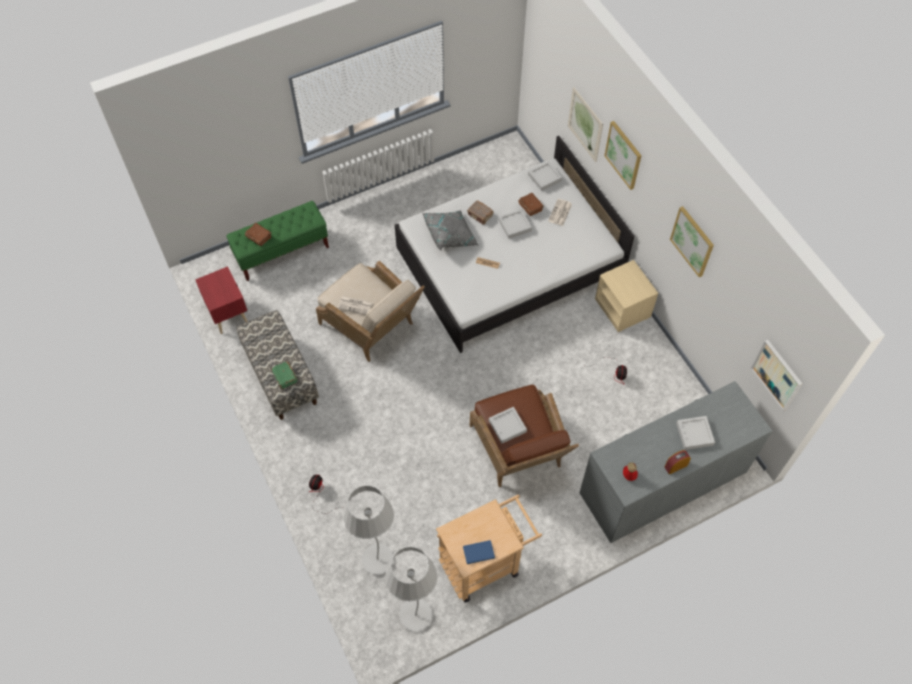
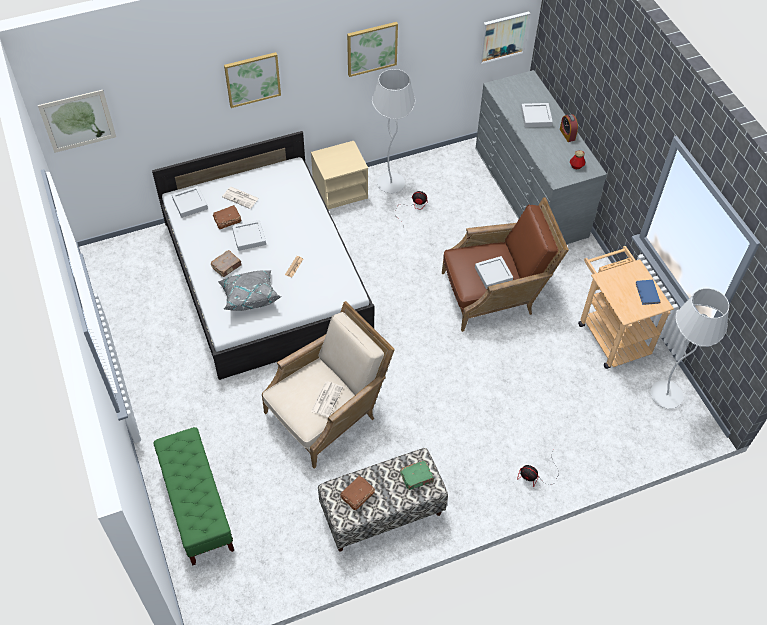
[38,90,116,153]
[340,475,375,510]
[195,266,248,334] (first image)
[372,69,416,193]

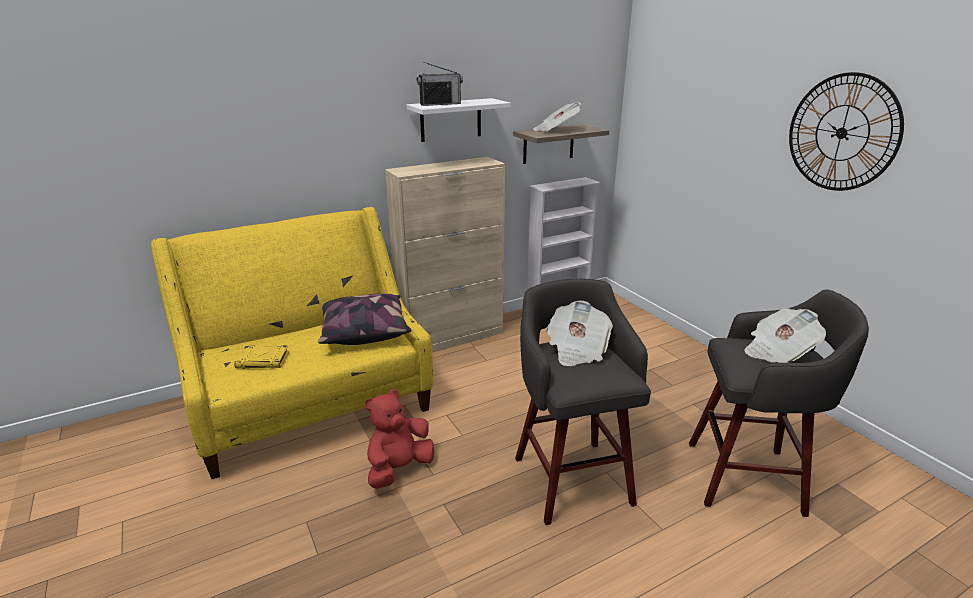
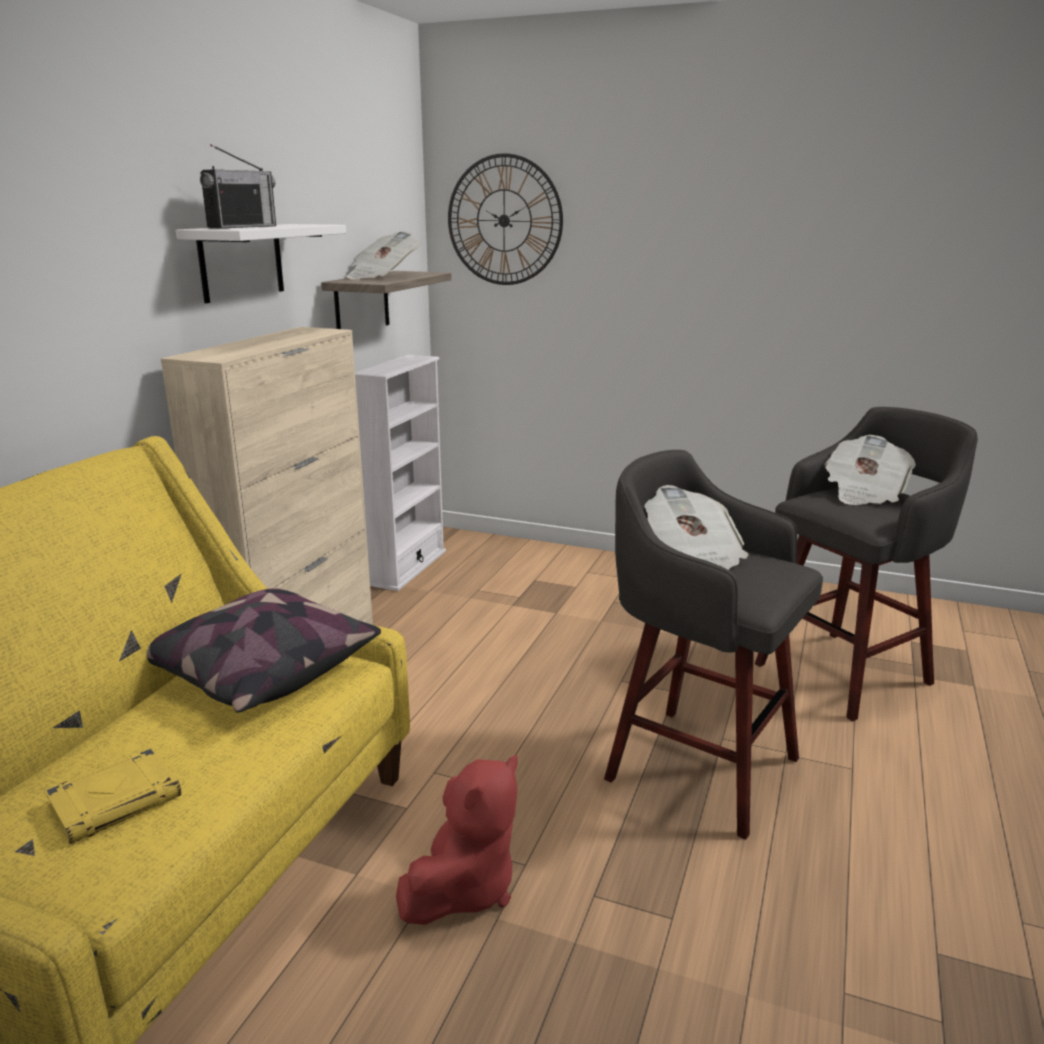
[448,153,563,285]
[396,755,518,925]

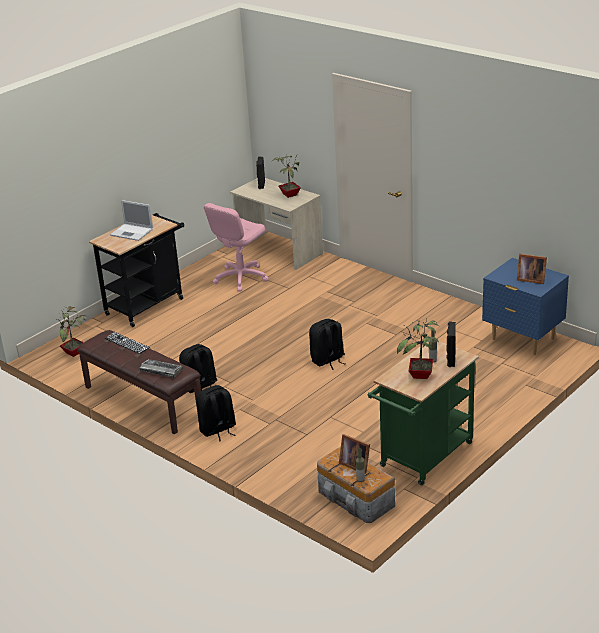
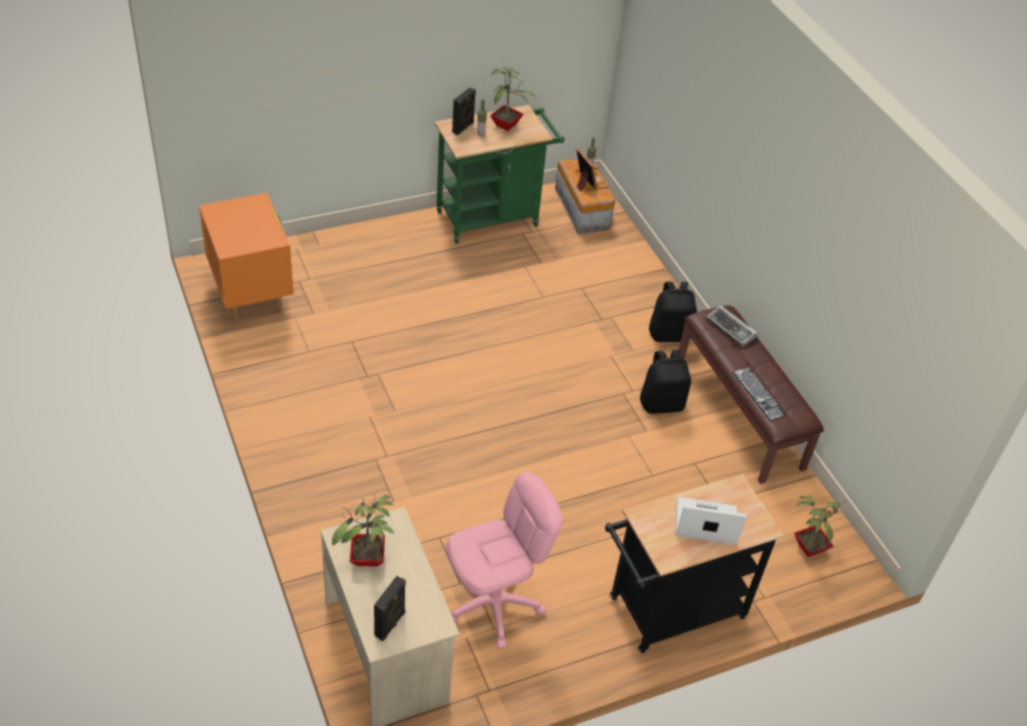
[675,497,747,545]
[517,254,547,284] (first image)
[199,193,294,324]
[309,319,346,370] (first image)

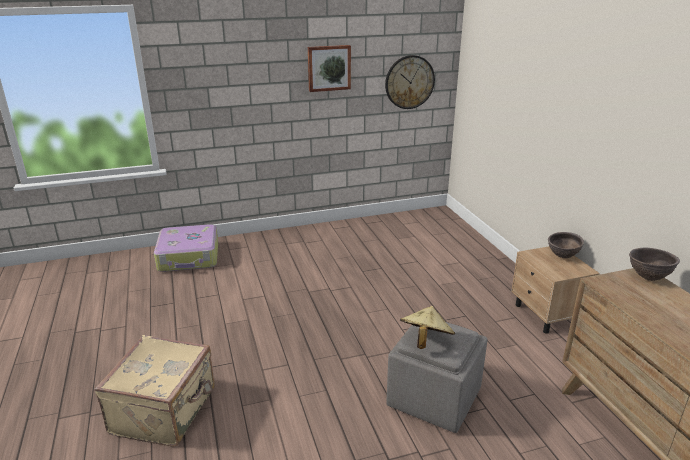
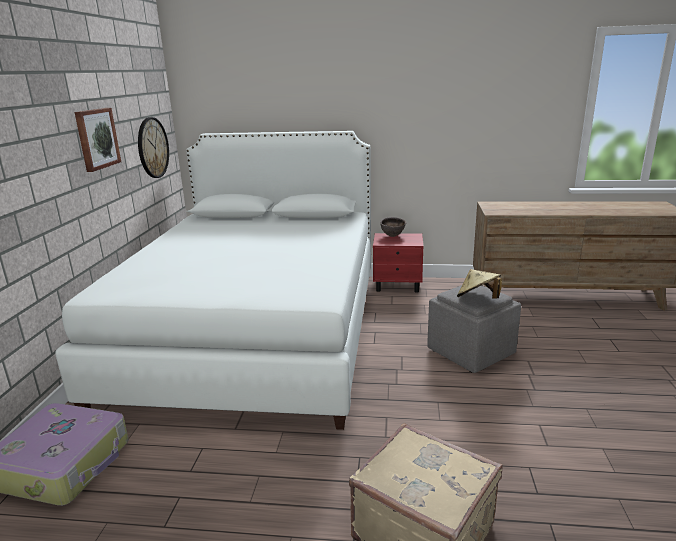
[373,233,424,293]
[629,248,680,281] (first image)
[55,131,371,430]

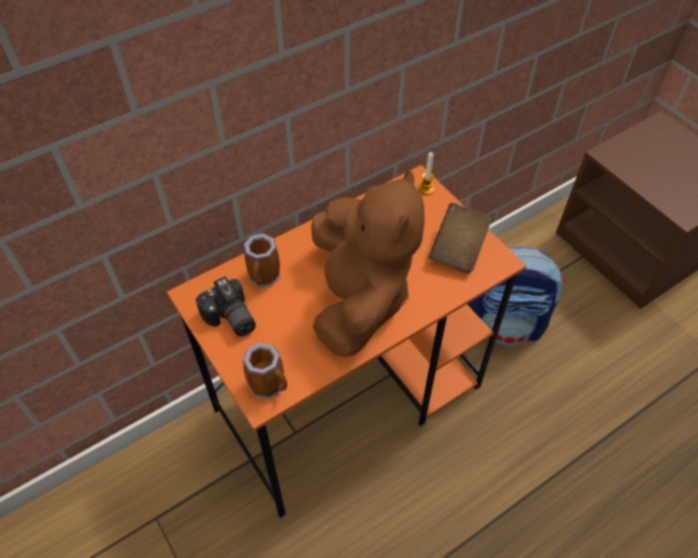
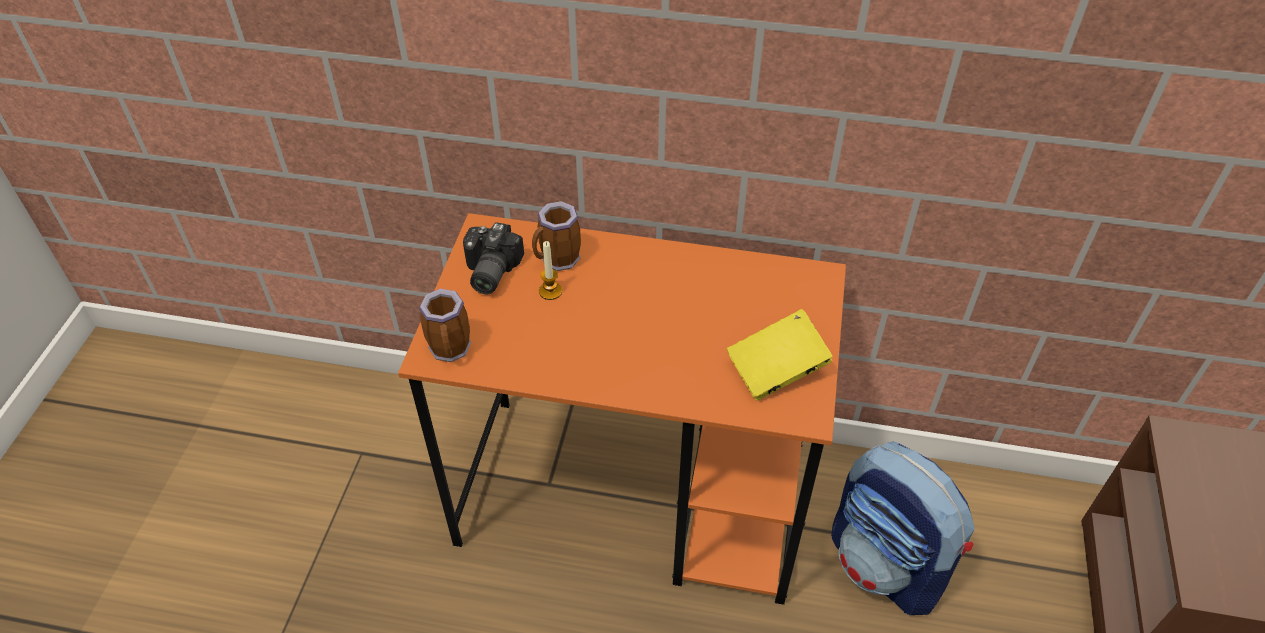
[539,241,562,300]
[311,168,424,357] (first image)
[727,309,833,400]

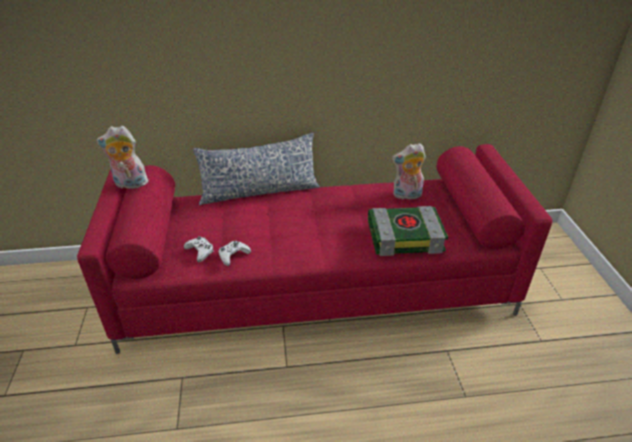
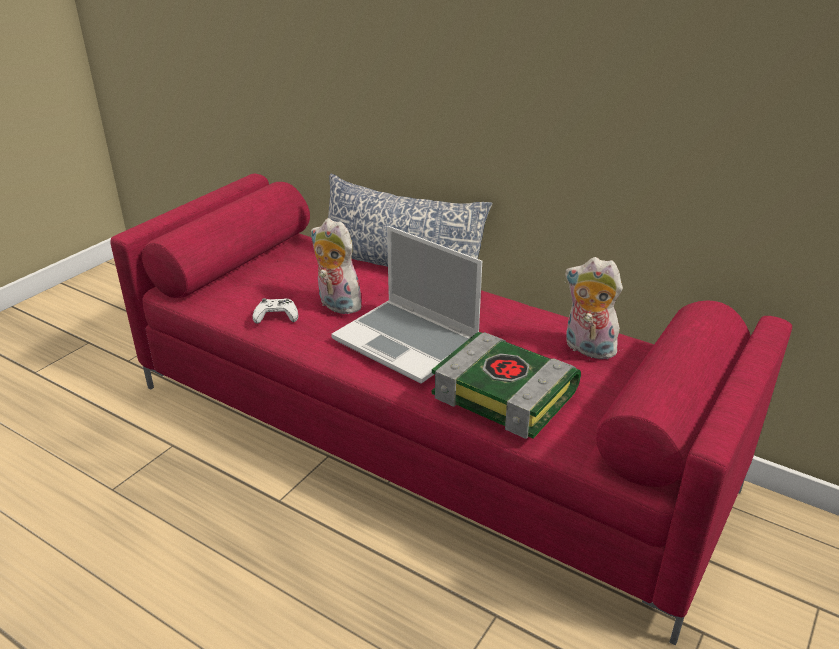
[311,218,367,314]
[184,236,214,262] (first image)
[331,226,482,384]

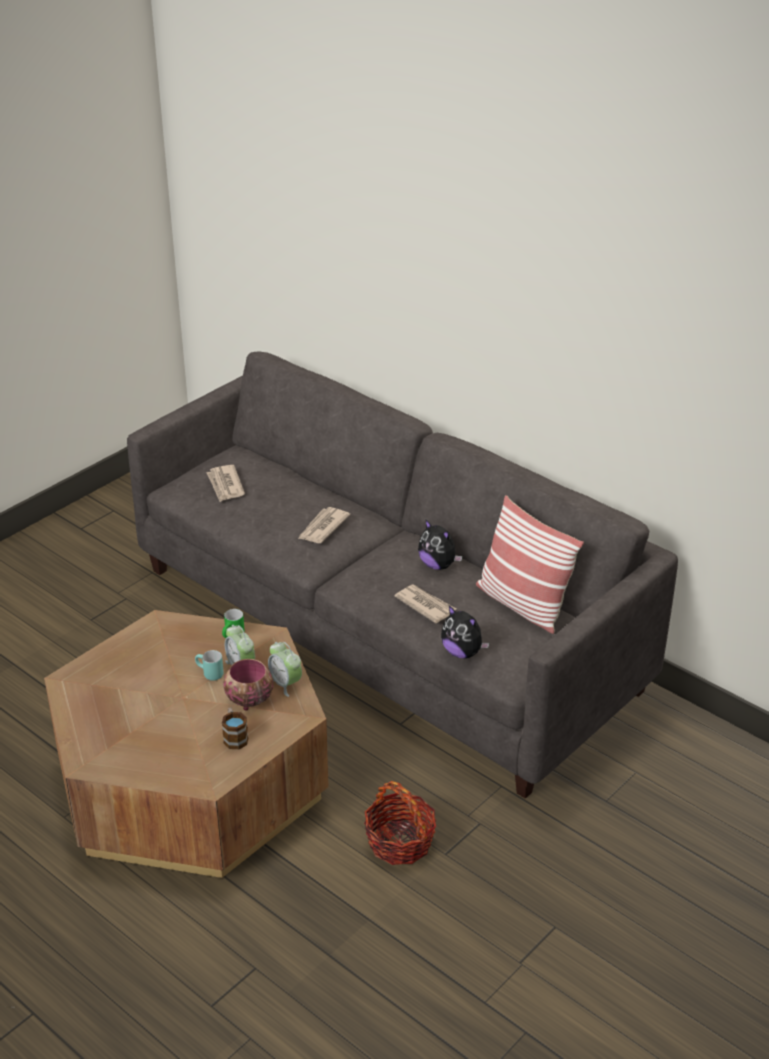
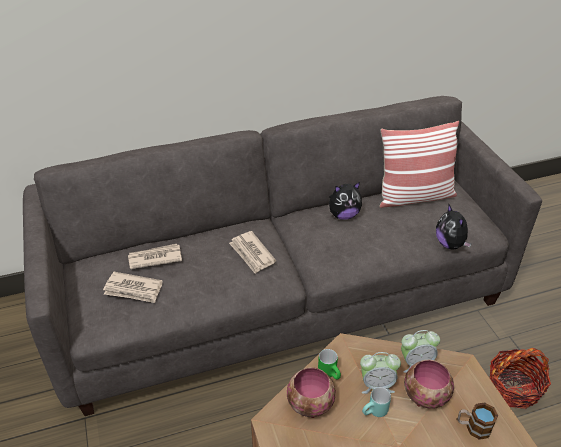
[128,244,182,269]
[436,204,471,250]
[287,367,336,418]

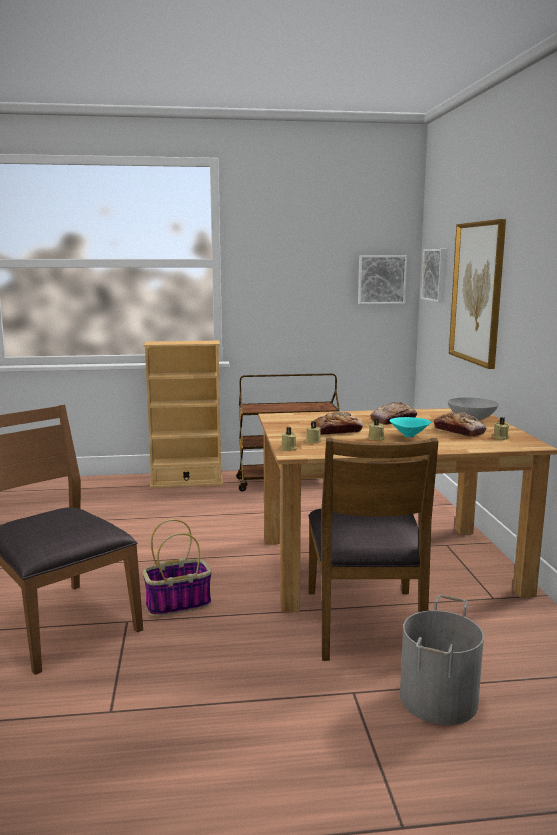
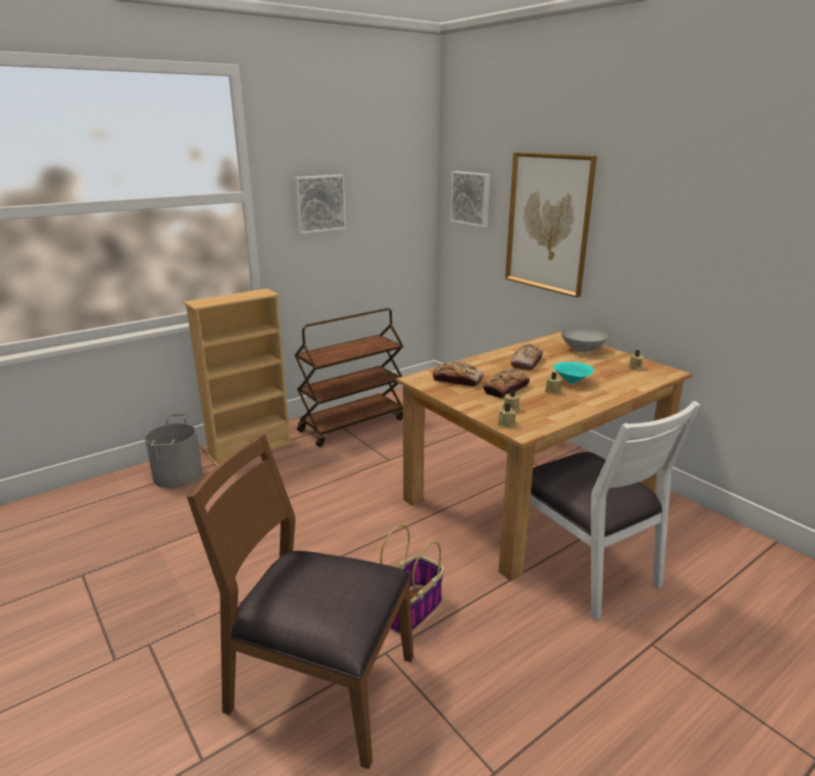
[293,175,346,234]
[432,362,484,387]
[530,401,700,621]
[145,414,203,488]

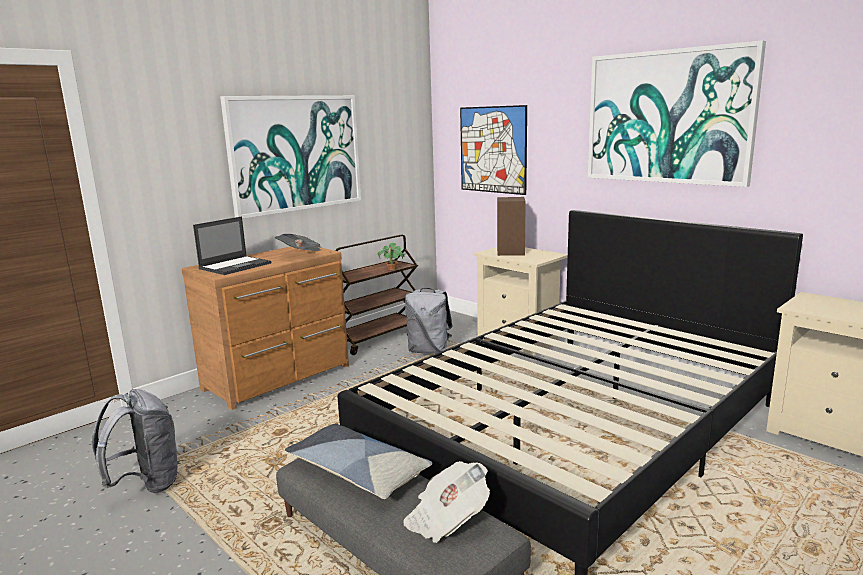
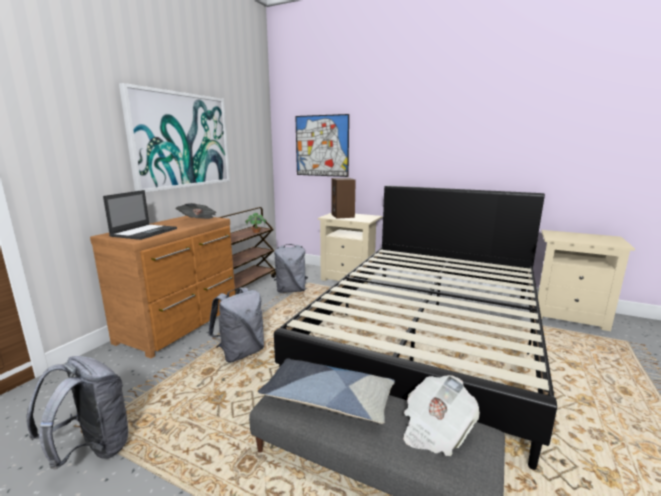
[588,40,766,187] (first image)
[208,288,264,363]

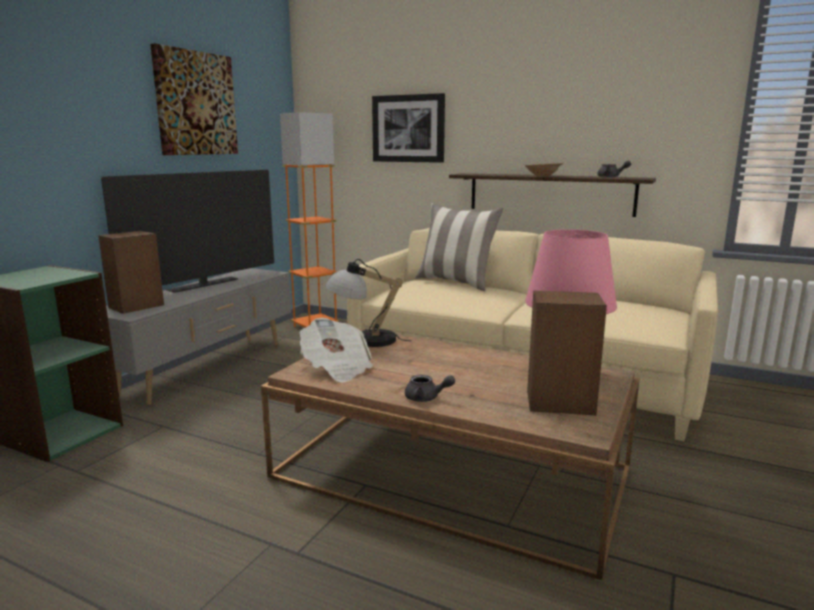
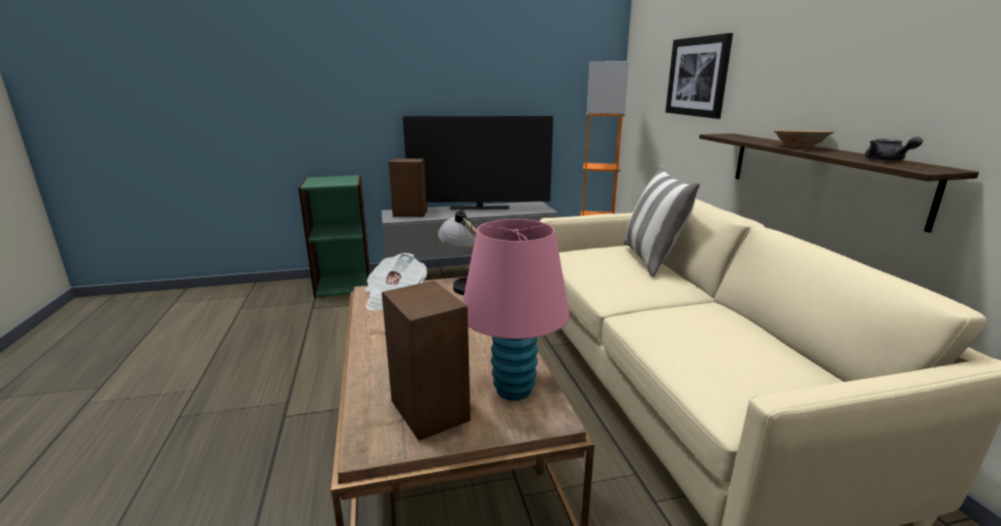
[150,43,238,155] (first image)
[405,375,455,402] (first image)

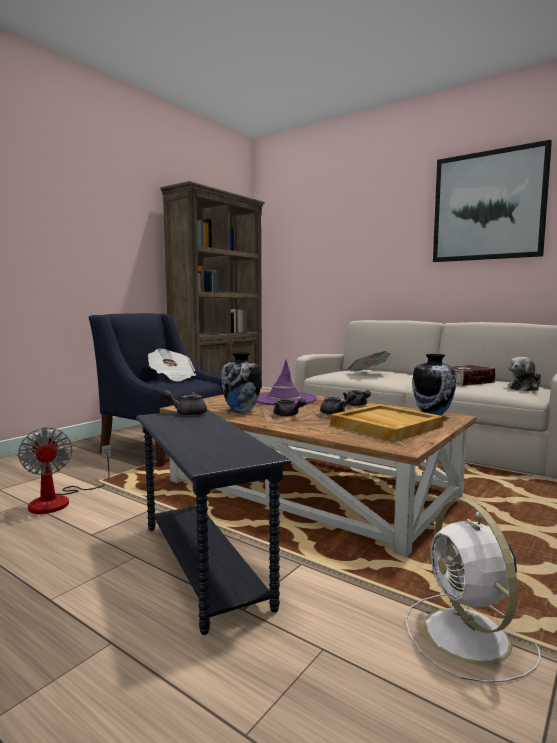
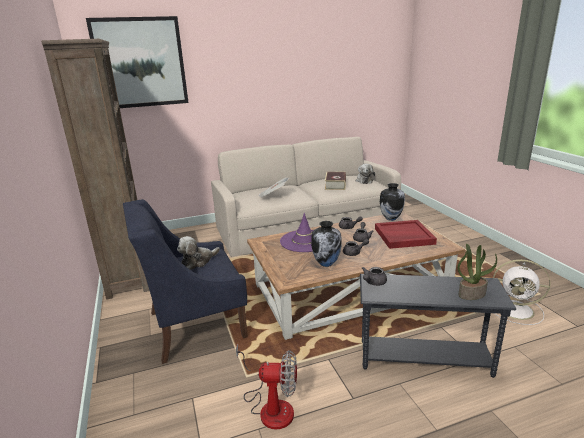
[86,16,189,108]
[177,236,220,270]
[375,220,437,249]
[458,244,497,300]

